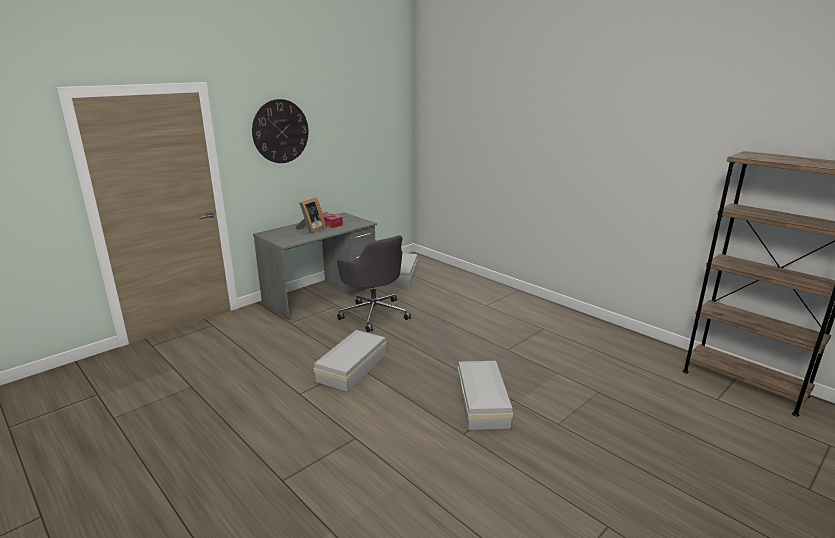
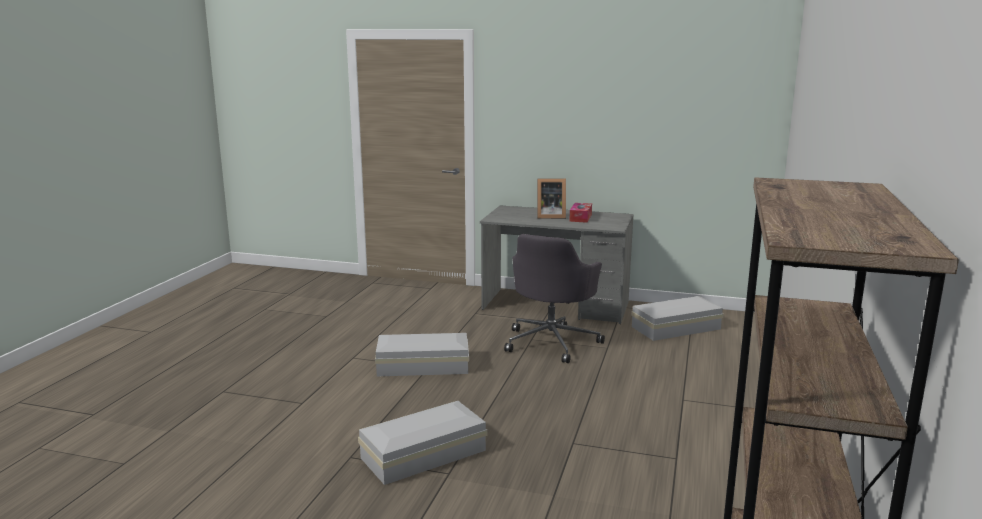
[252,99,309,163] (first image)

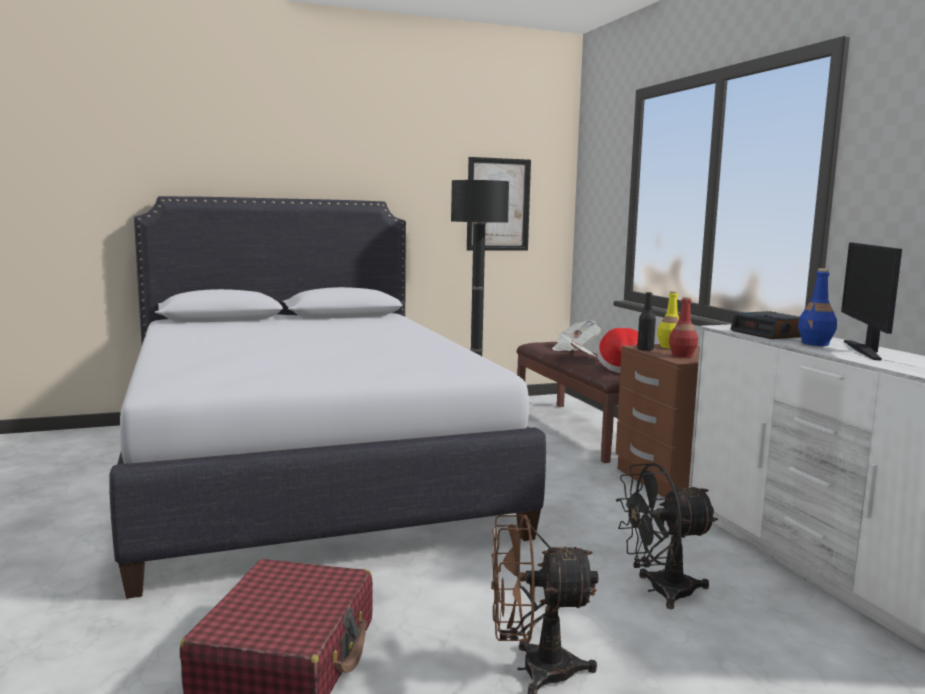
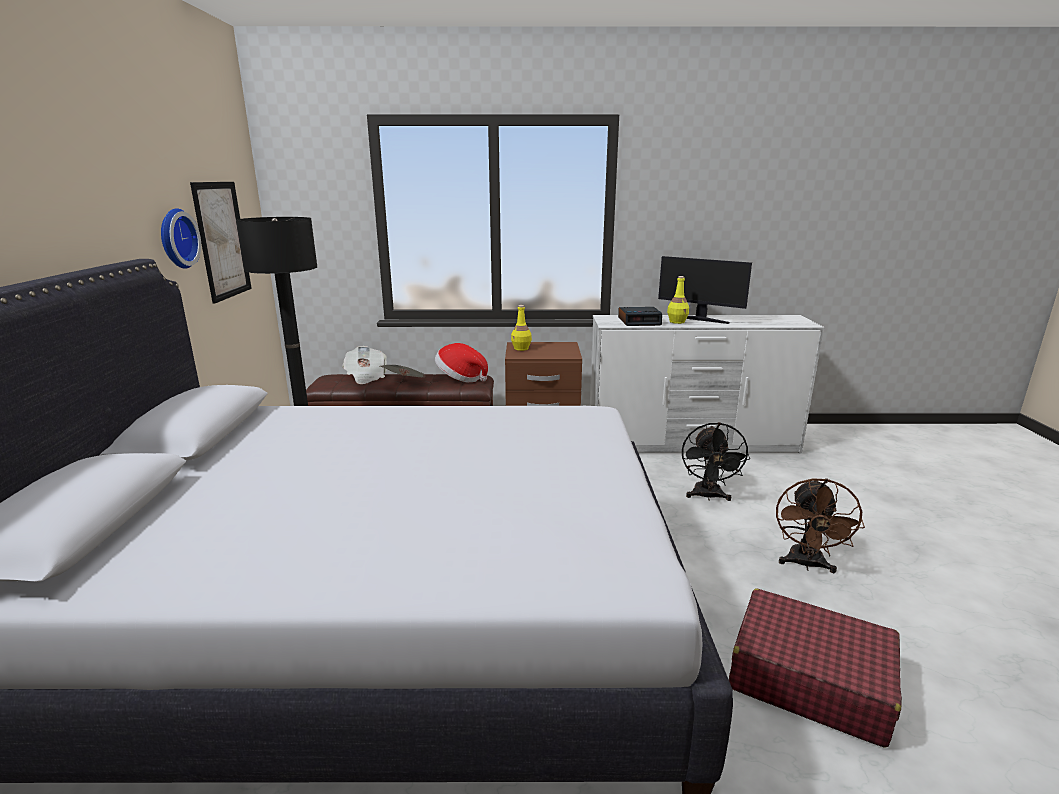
[667,276,689,324]
[637,292,656,351] (first image)
[669,296,698,358] (first image)
[161,208,201,269]

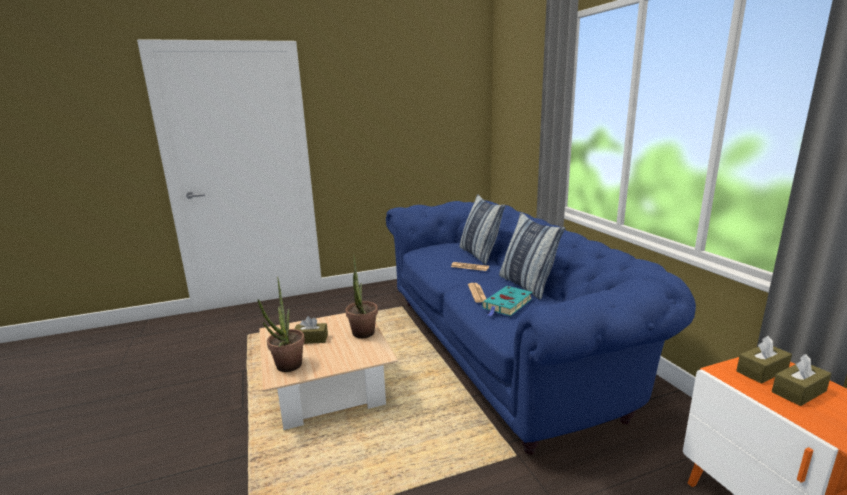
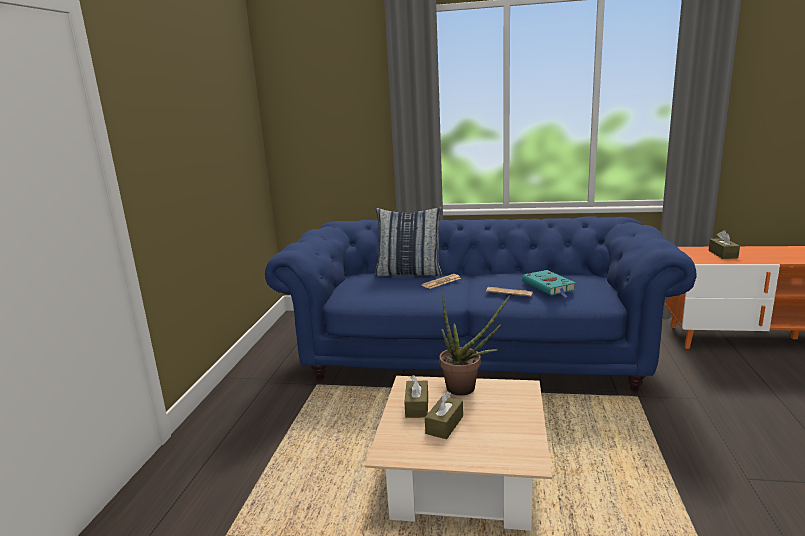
[499,212,565,300] (first image)
[258,277,305,372] (first image)
[404,375,428,418]

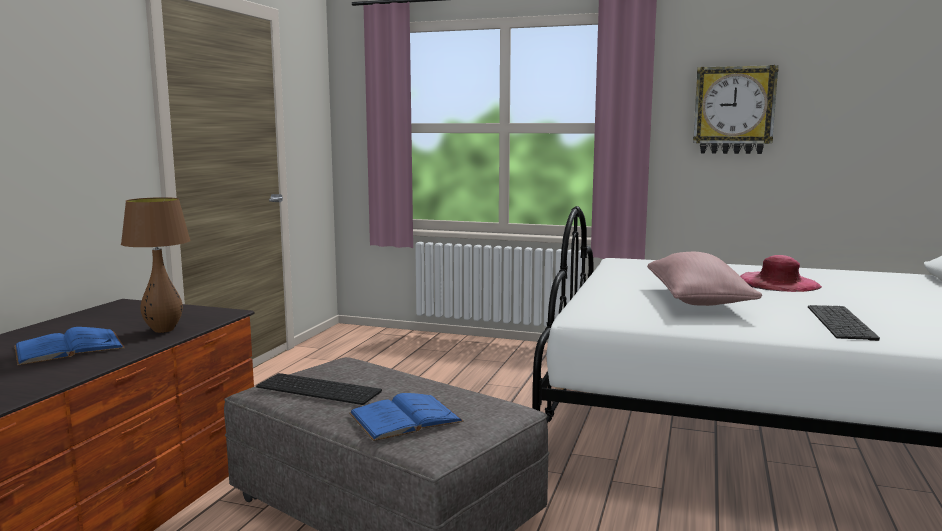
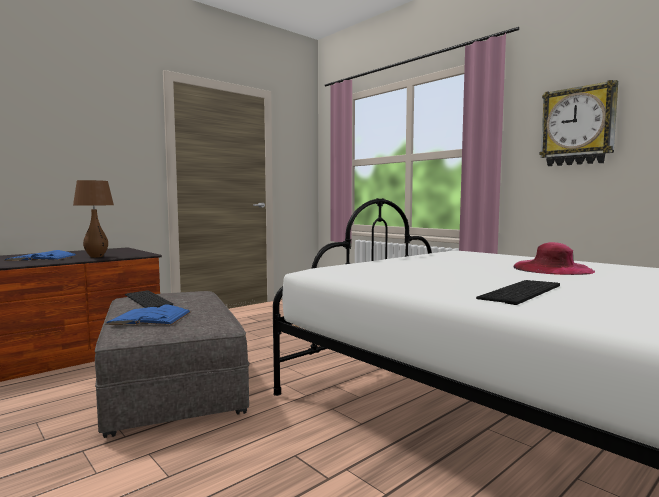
[647,252,762,306] (first image)

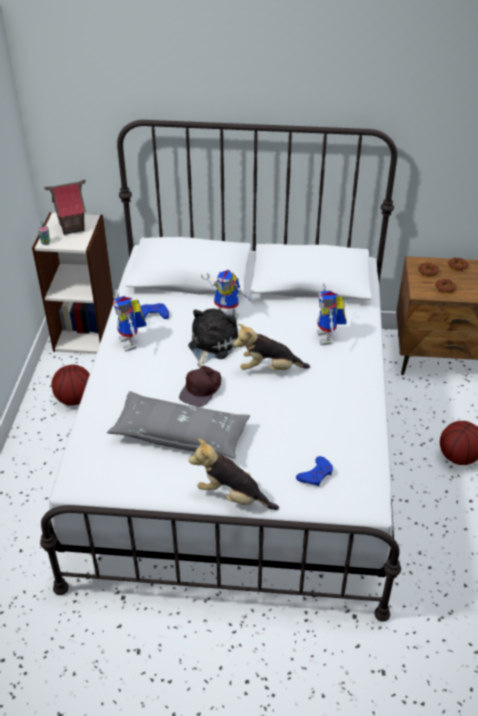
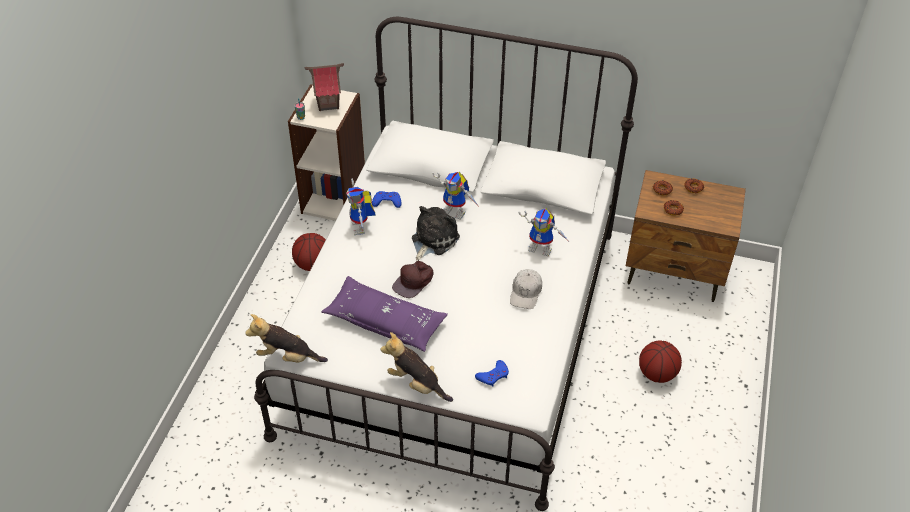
[518,208,568,257]
[245,314,328,363]
[321,276,448,352]
[510,269,542,309]

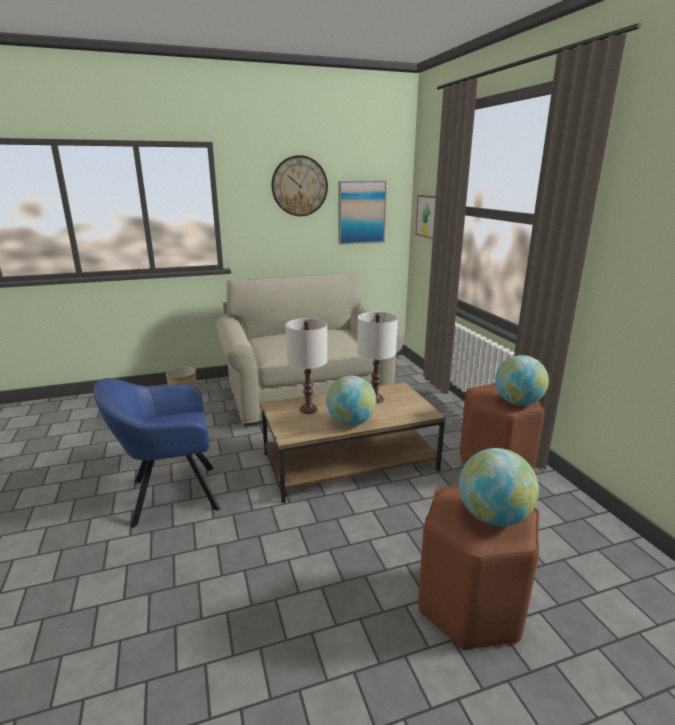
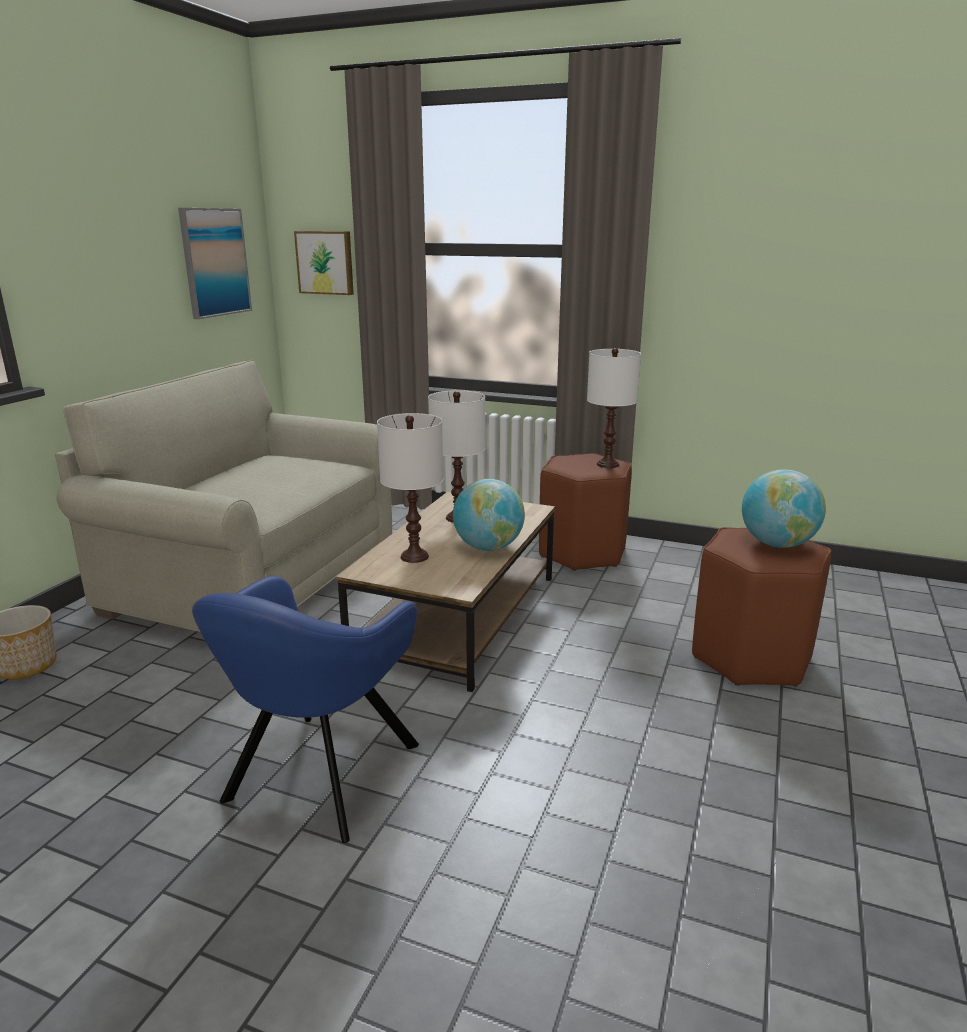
[271,155,328,216] (first image)
[587,348,641,468]

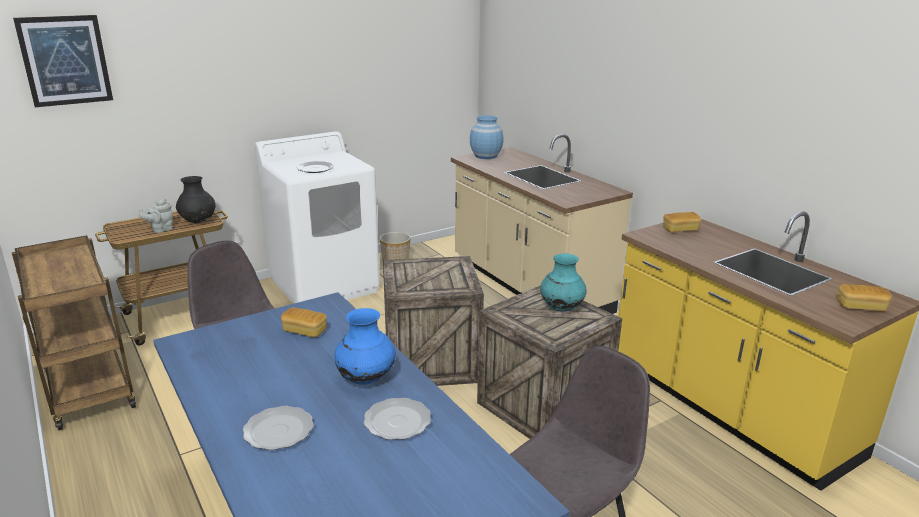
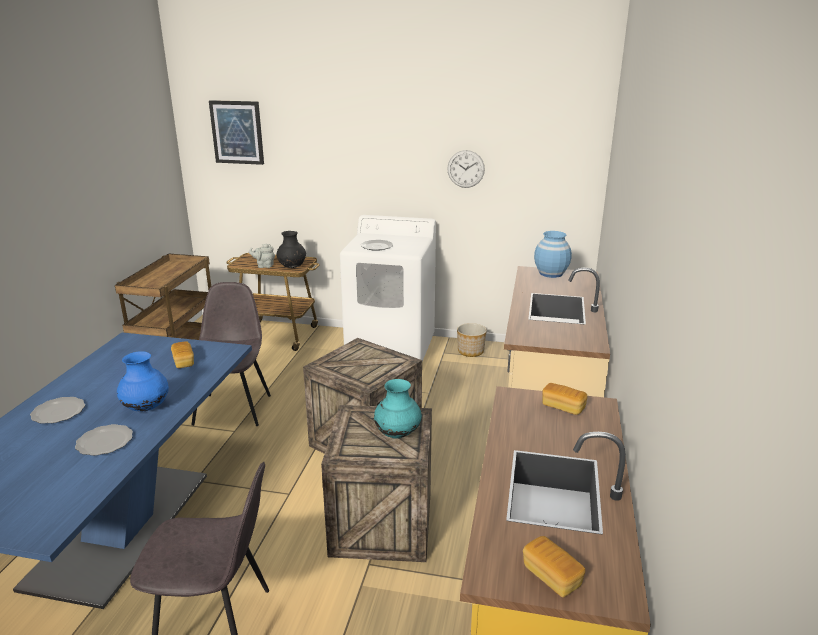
[447,150,485,188]

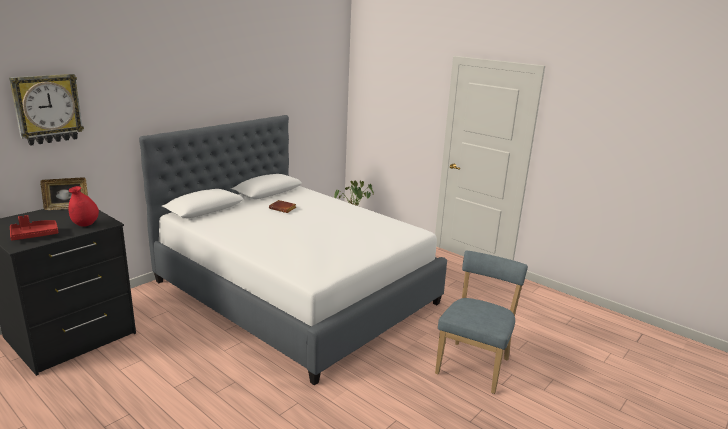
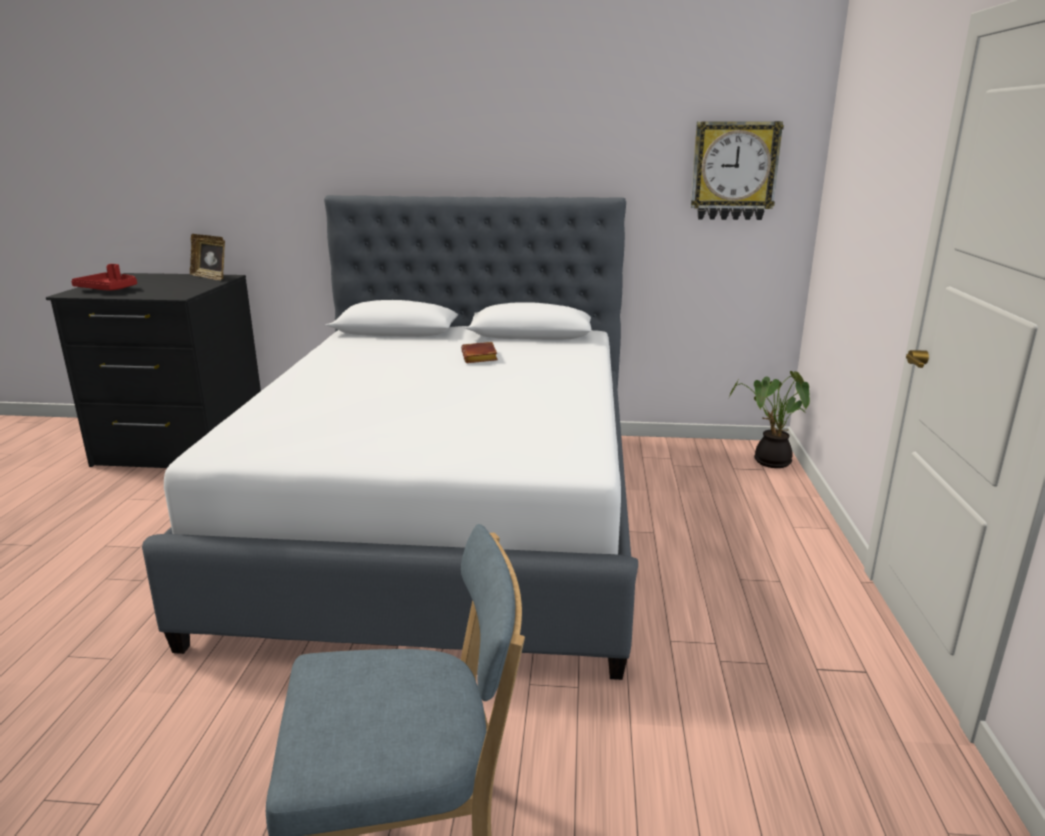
[690,121,784,220]
[69,186,99,227] (first image)

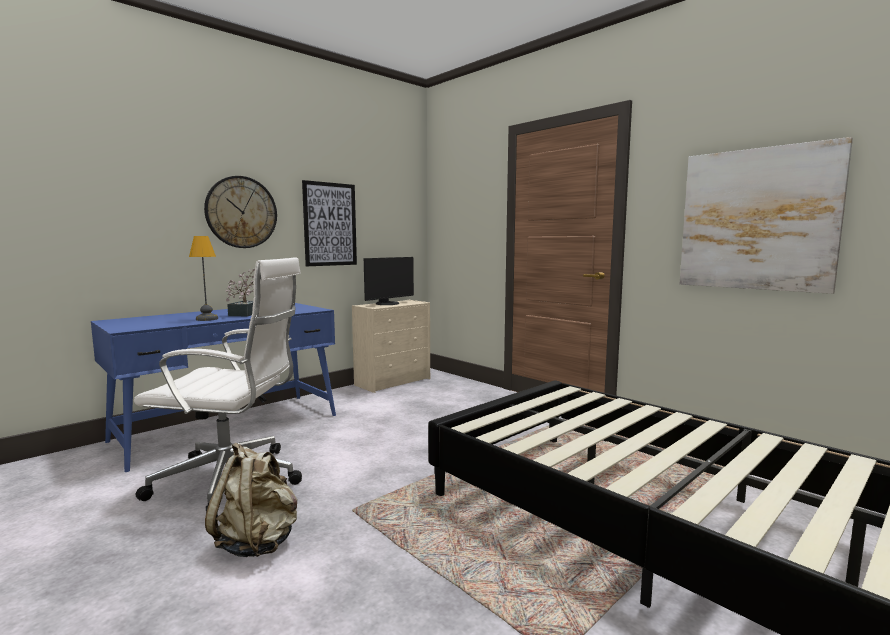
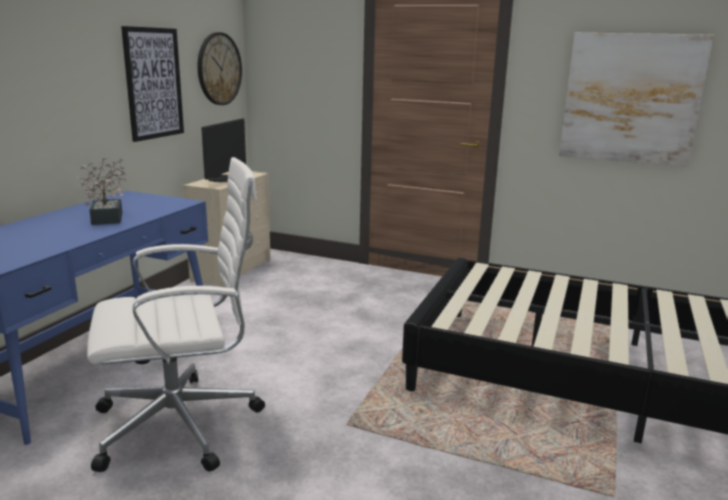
[198,32,242,105]
[189,236,218,321] (first image)
[205,443,298,557] (first image)

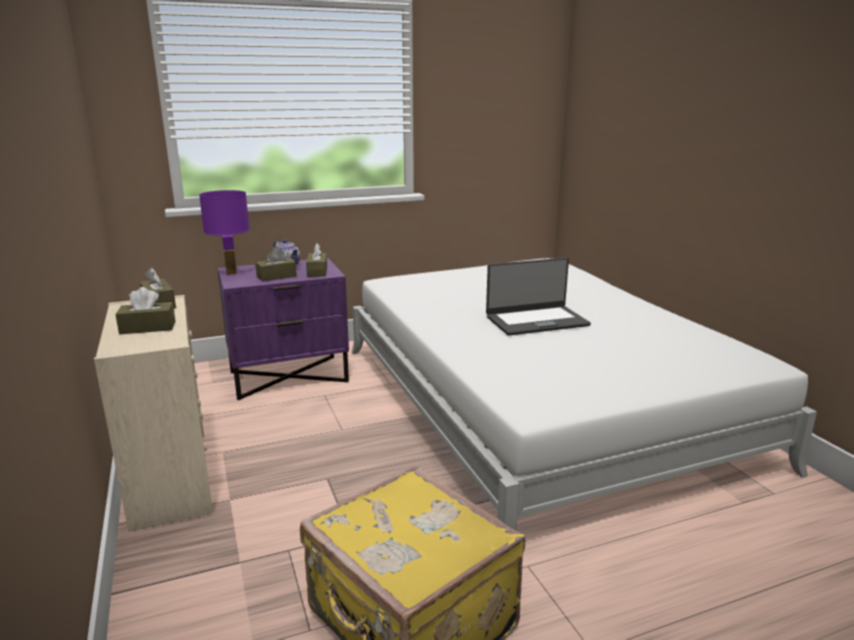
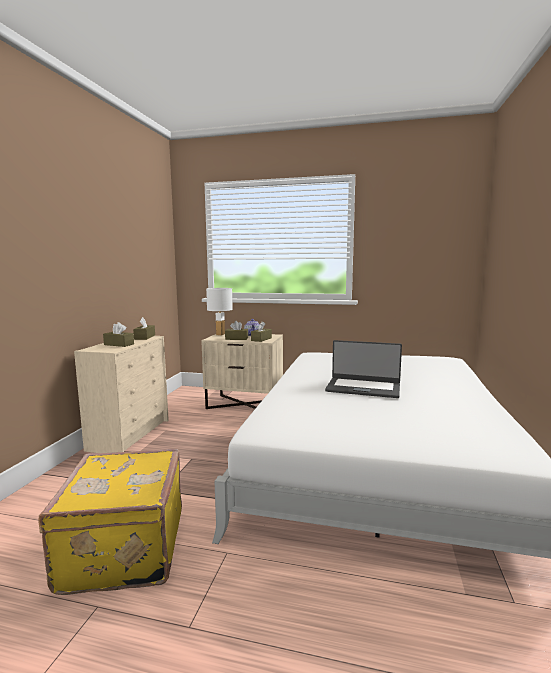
[206,288,233,336]
[202,334,283,409]

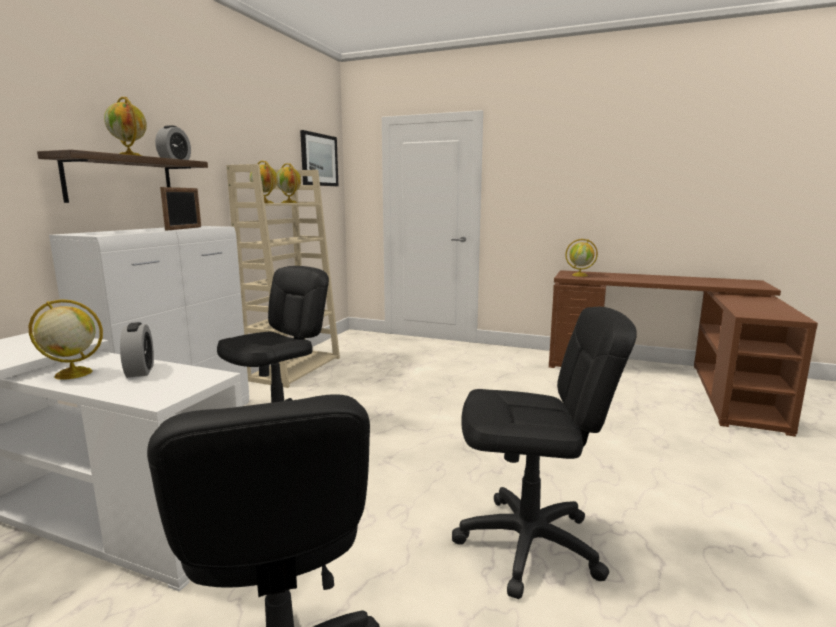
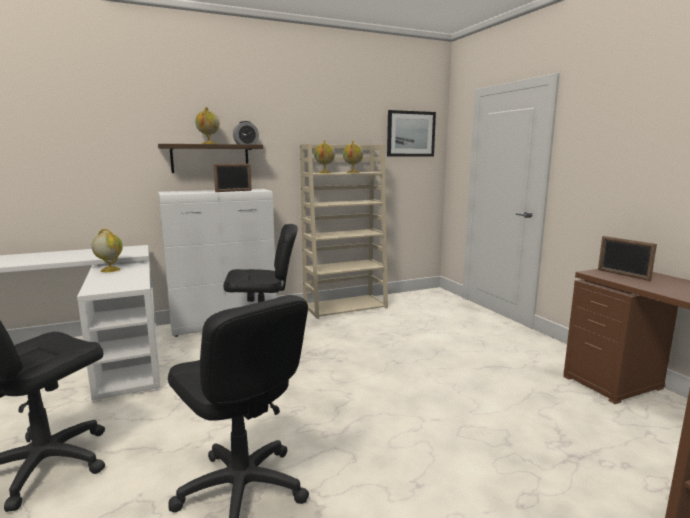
[598,236,657,281]
[120,322,154,378] (first image)

